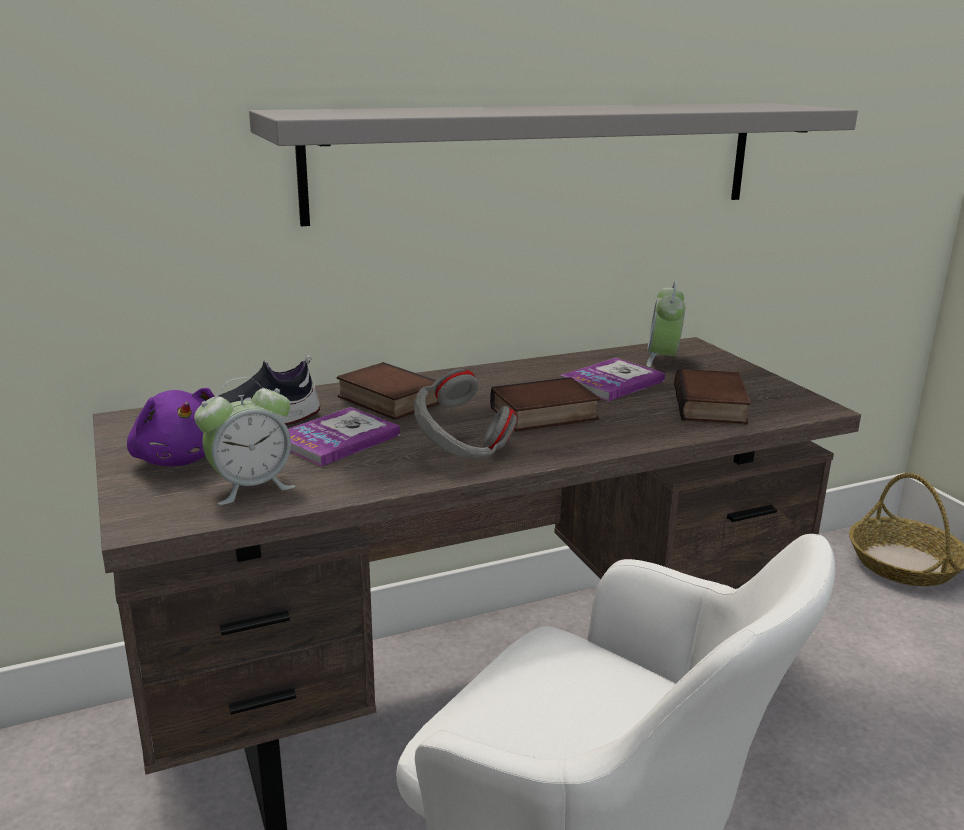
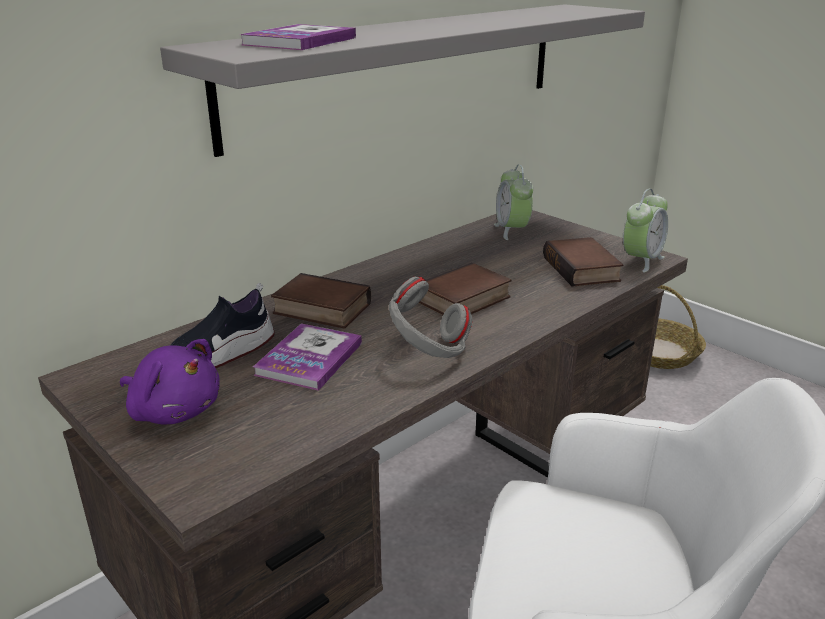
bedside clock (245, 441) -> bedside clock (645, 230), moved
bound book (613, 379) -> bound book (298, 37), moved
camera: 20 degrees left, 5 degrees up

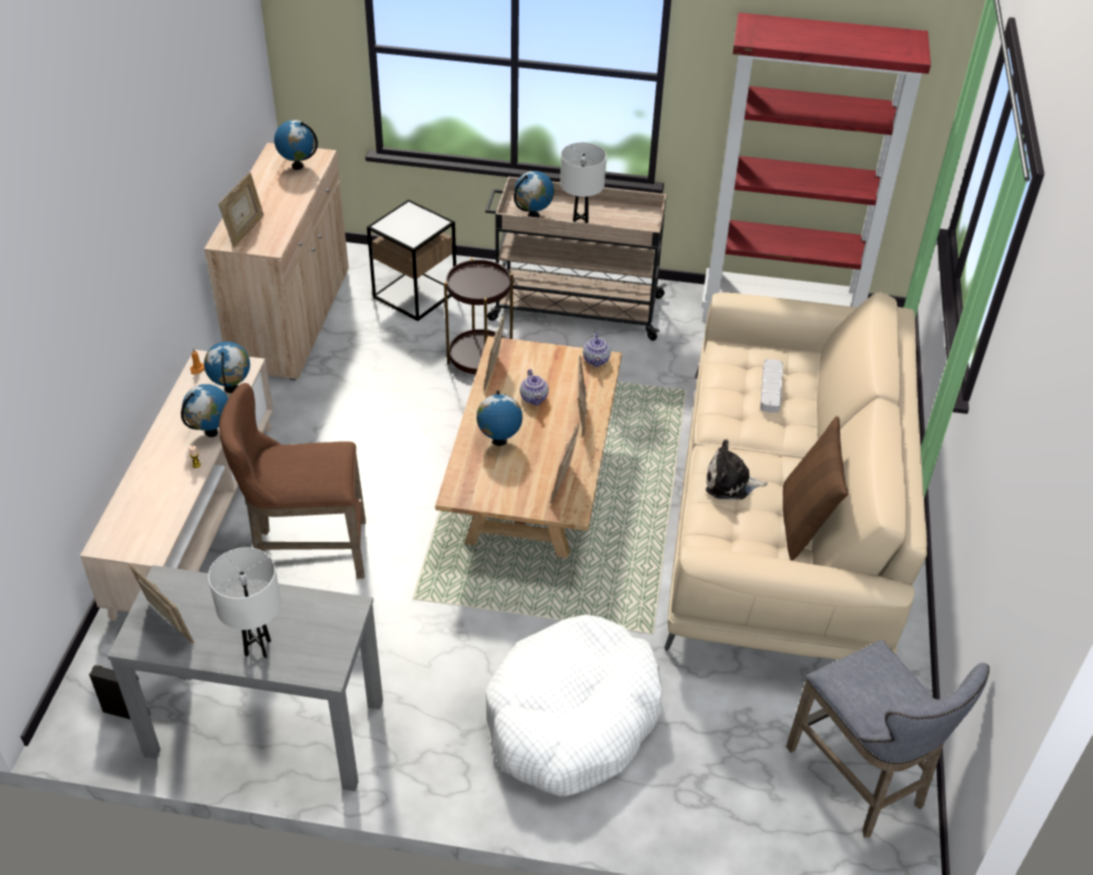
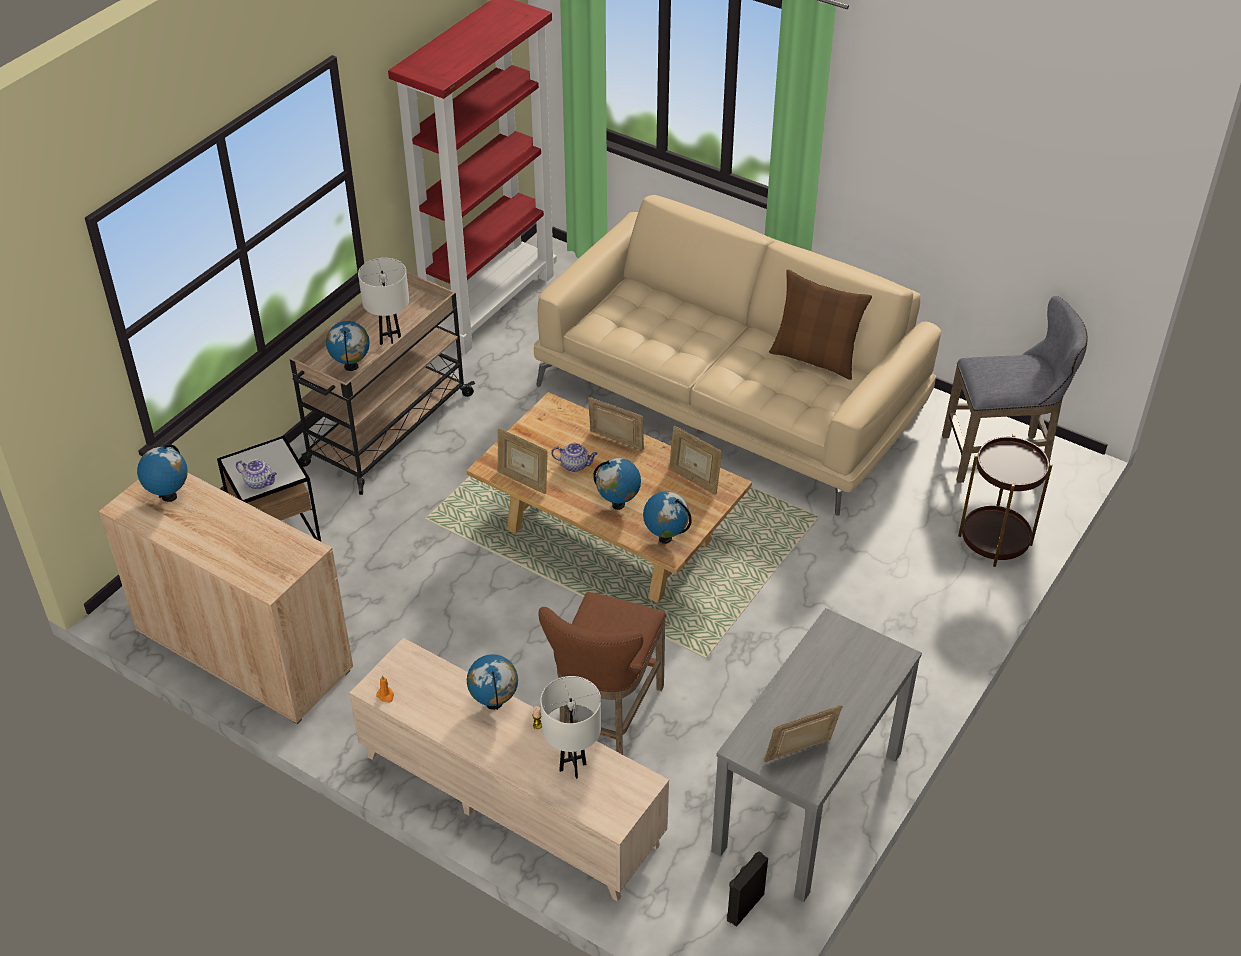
globe (227, 367) -> globe (667, 517), moved
lamp for a table in white-coloured (244, 603) -> lamp for a table in white-coloured (570, 727), moved
photo frame (241, 209) -> none
end table in brownish (478, 316) -> end table in brownish (1005, 500), moved
dog bed in white-coloured (574, 705) -> none
teapot (597, 349) -> teapot (256, 474), moved
plush toy (737, 470) -> none
carrying tray in grey (771, 386) -> none
camera: 65 degrees left, 0 degrees up

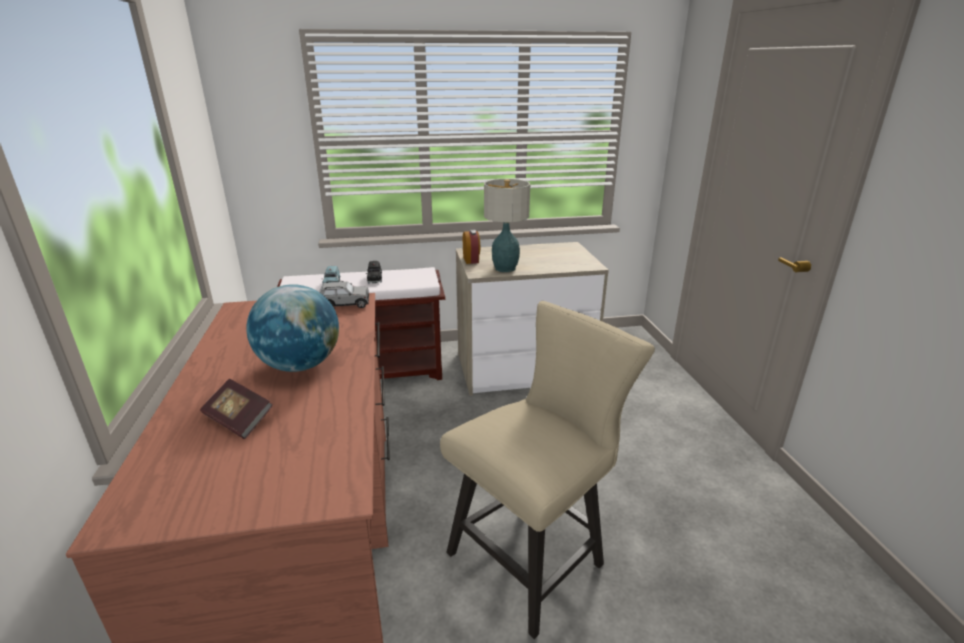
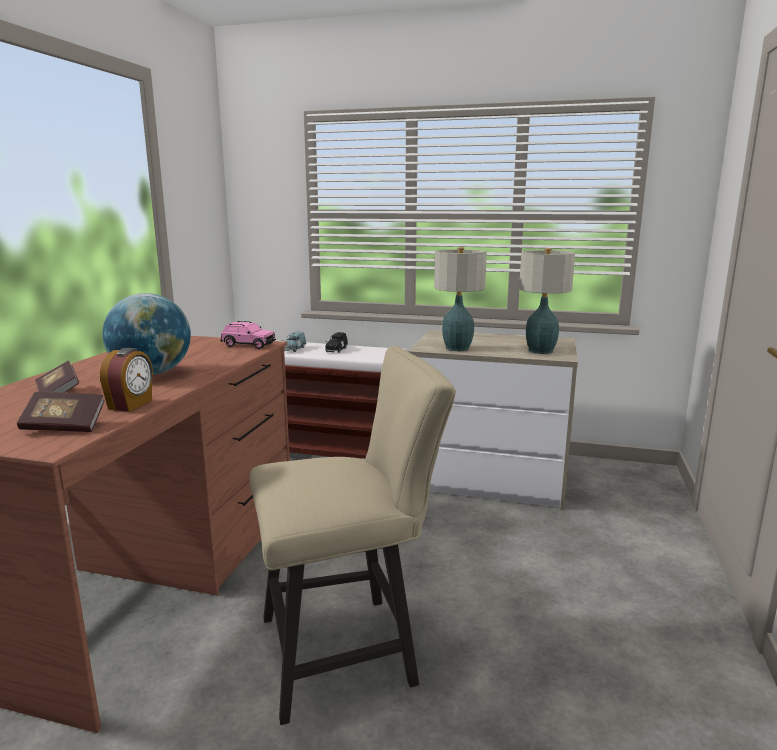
toy car in grey (344, 294) -> toy car in pink-coloured (248, 335)
bedside clock (471, 247) -> bedside clock (126, 380), moved
none -> bound book (61, 412)
none -> lamp for a table (547, 301)
camera: 25 degrees right, 10 degrees down

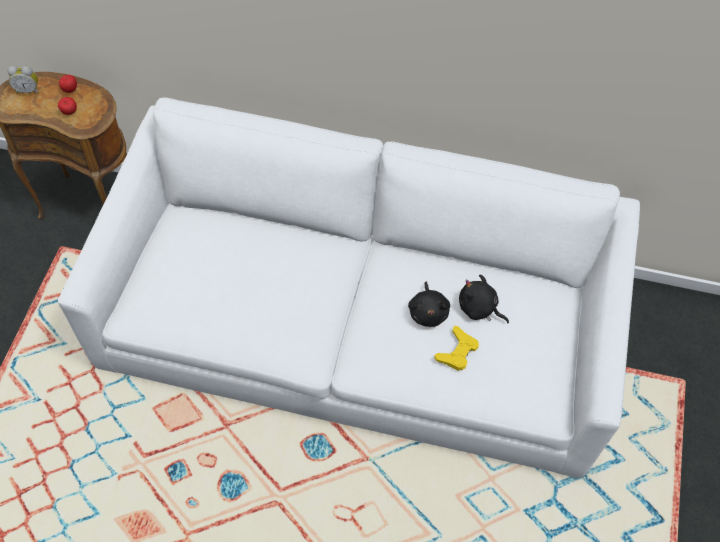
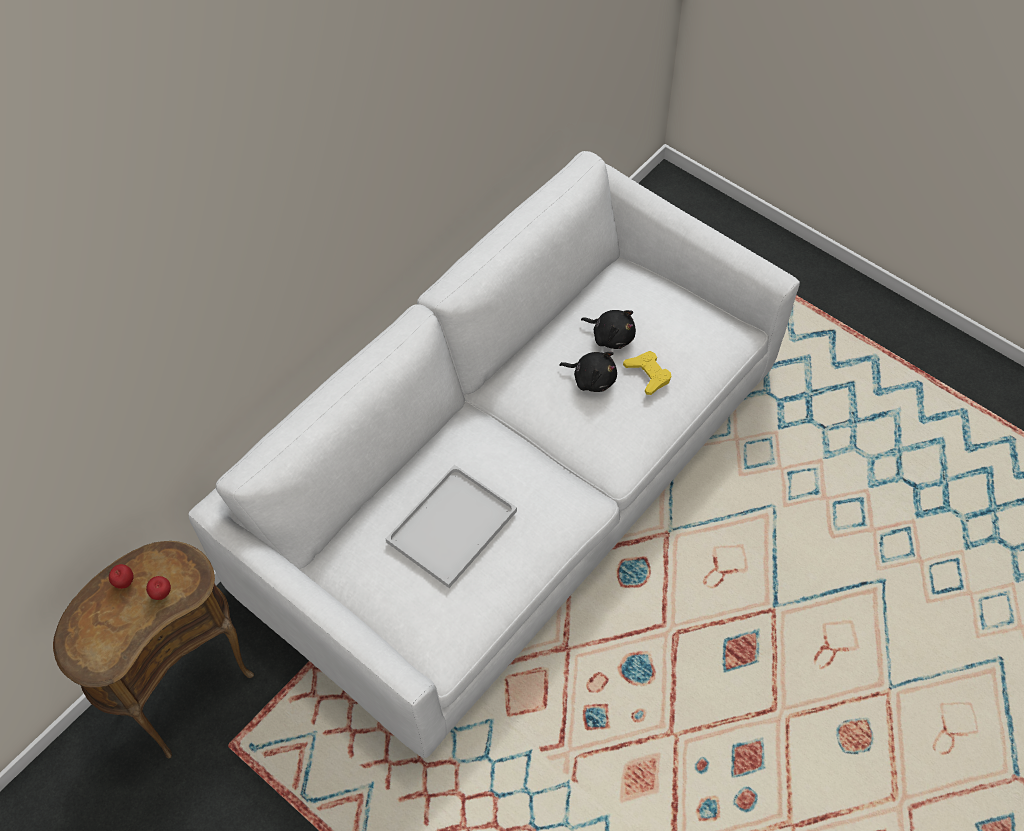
bedside clock (23, 80) -> none
plush toy in black-coloured (484, 298) -> plush toy in black-coloured (608, 329), 120 degrees counterclockwise
none -> carrying tray in white-coloured (451, 526)
camera: 60 degrees left, 0 degrees up

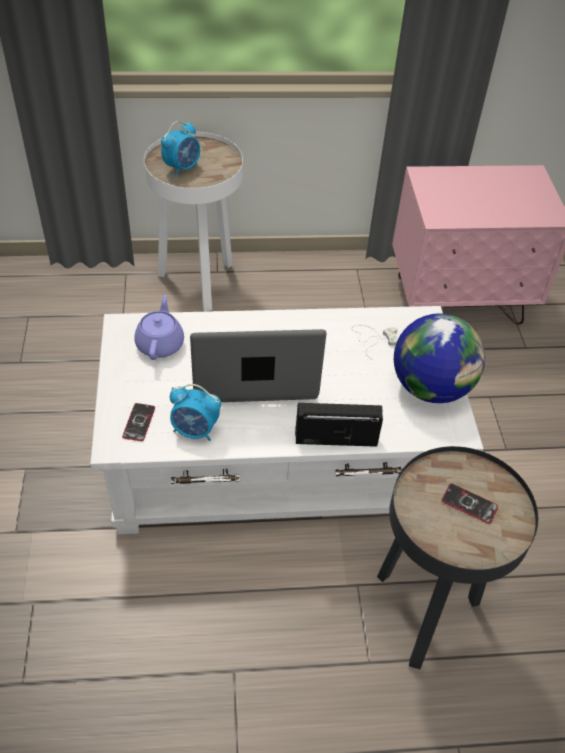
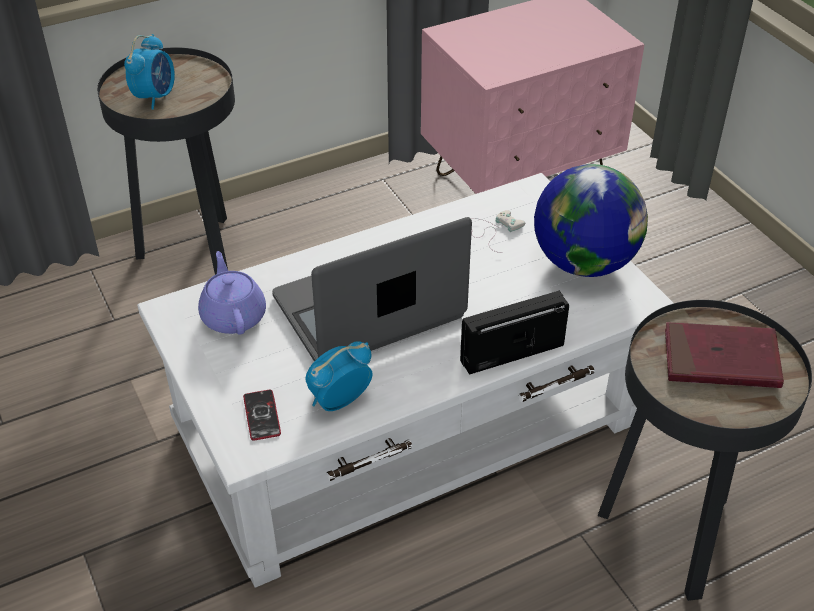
end table in white-coloured (193, 221) -> end table in black-coloured (166, 161)
bedside clock (195, 412) -> bedside clock (338, 376), 150 degrees clockwise
handset (469, 503) -> bound book in red-coloured (724, 355)
camera: 20 degrees left, 5 degrees down

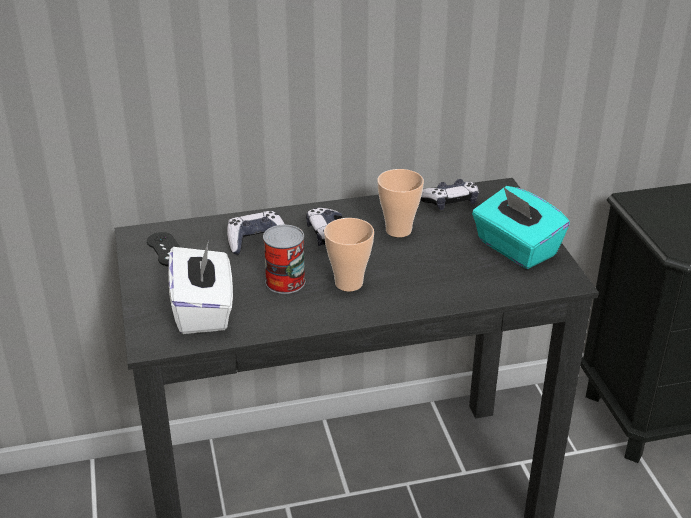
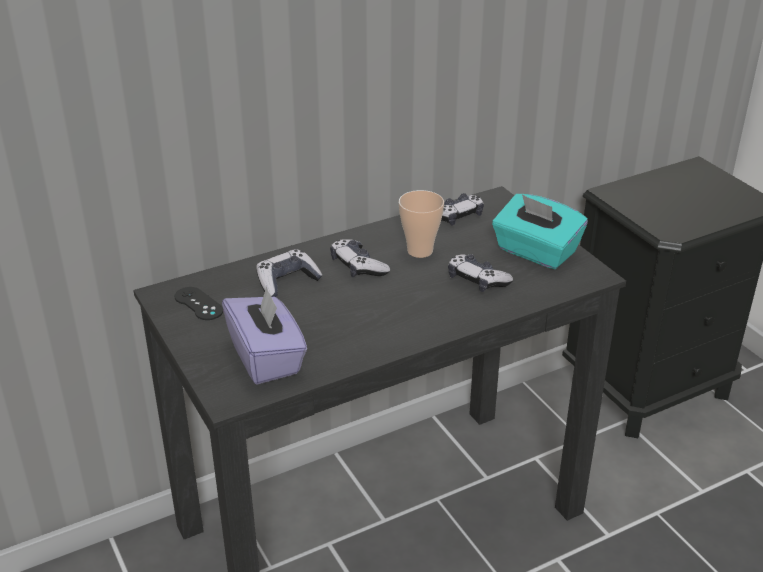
box of tissues in white-coloured (200, 287) -> box of tissues in purple-coloured (264, 335)
metal can (284, 259) -> none
small cup (349, 254) -> none
none -> game controller (480, 273)
camera: 15 degrees left, 0 degrees up

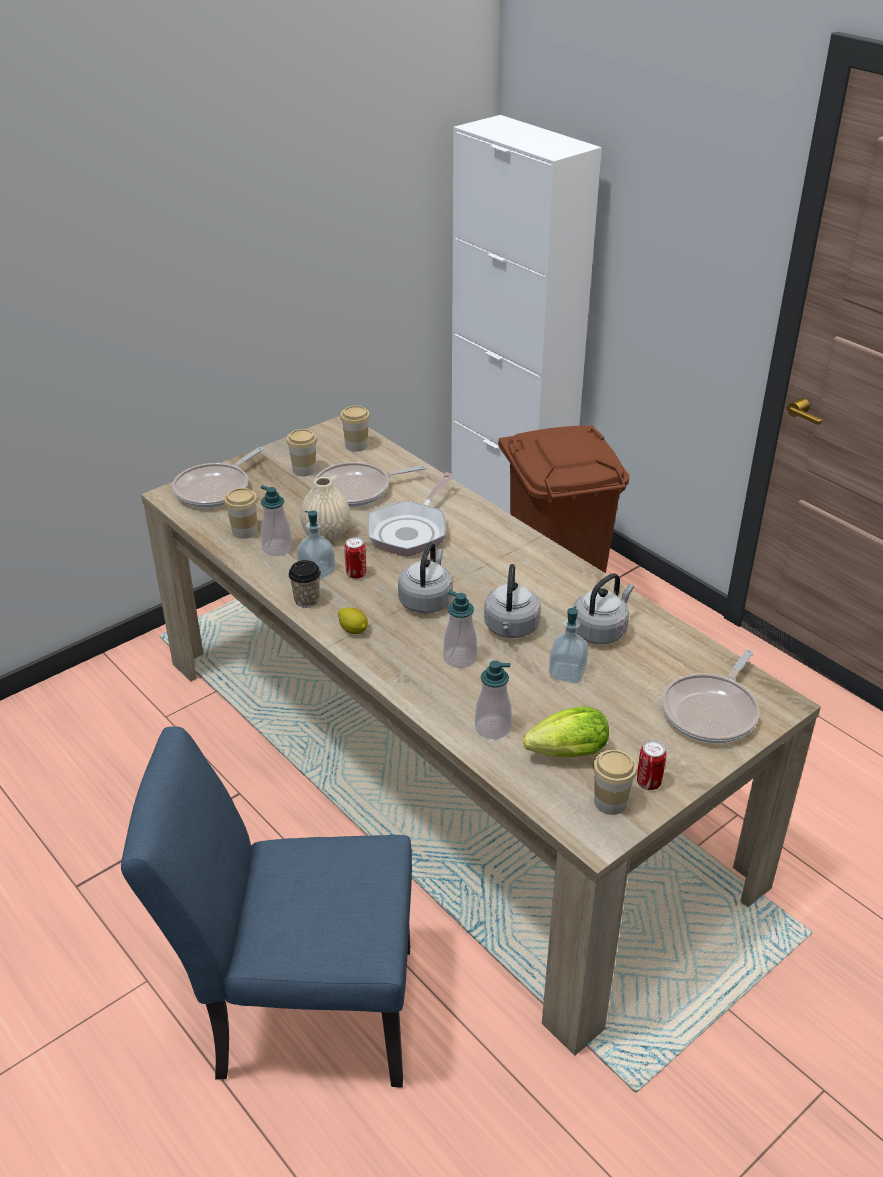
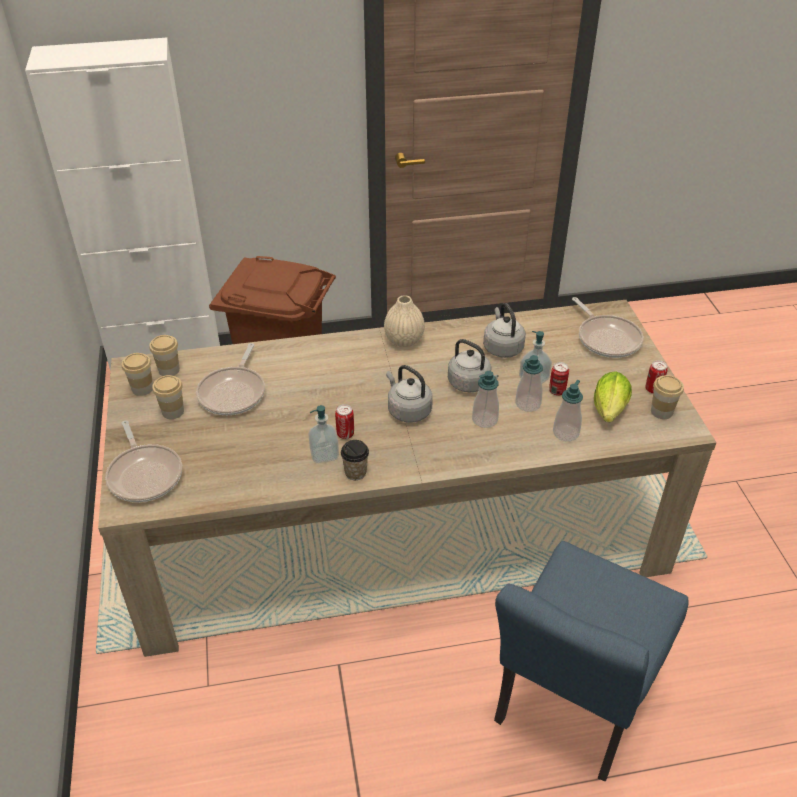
small cup (241, 513) -> small cup (137, 374), moved
liquid soap bottle (276, 520) -> liquid soap bottle (529, 383), moved
flower vase in beige (325, 509) -> flower vase in beige (404, 321), moved
citrus fruit (353, 620) -> none
pan (411, 514) -> none
none -> metal can (559, 379)
camera: 60 degrees left, 5 degrees up

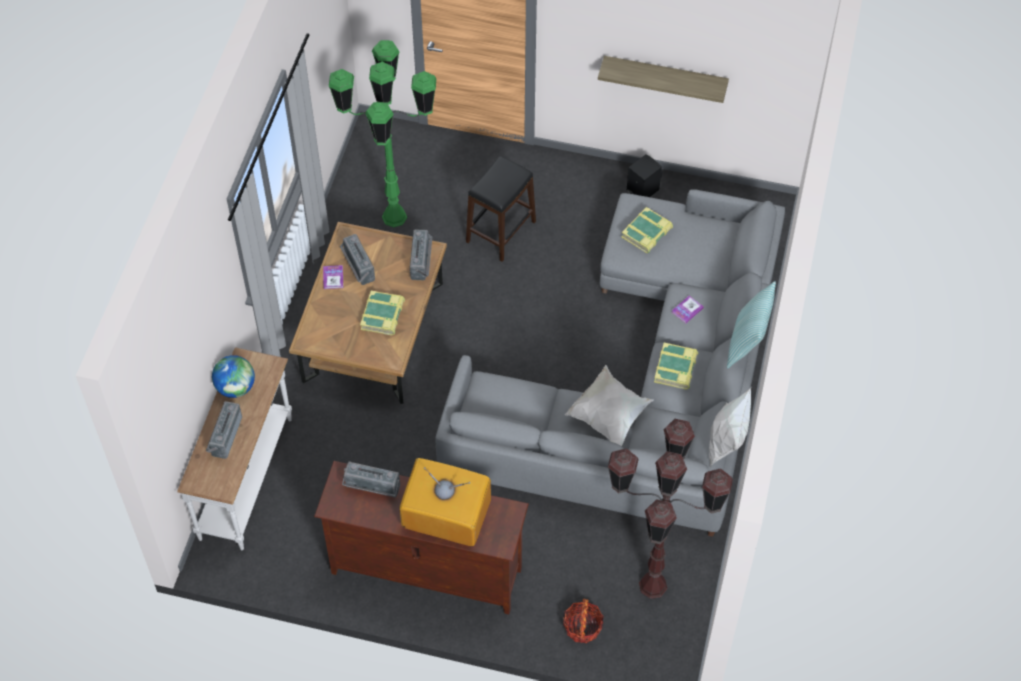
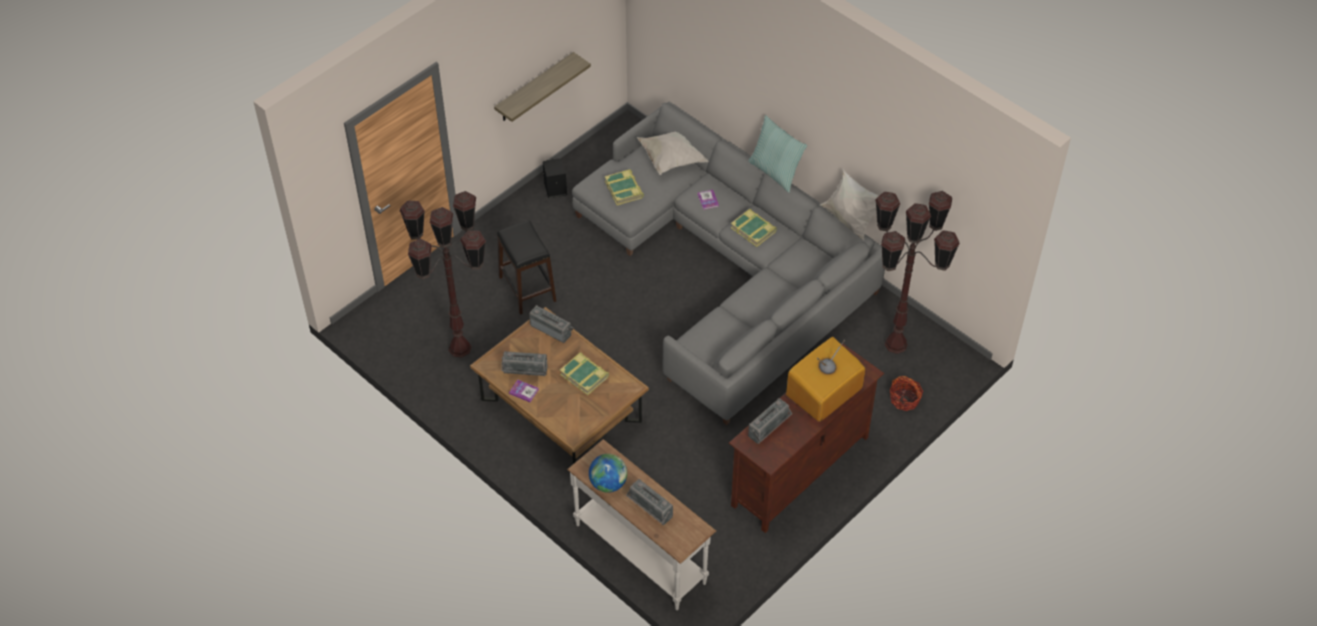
floor lamp in greenish (382, 133) -> floor lamp in brownish (443, 274)
throw pillow in white-coloured (609, 405) -> throw pillow in white-coloured (672, 153), moved
camera: 60 degrees left, 5 degrees down

